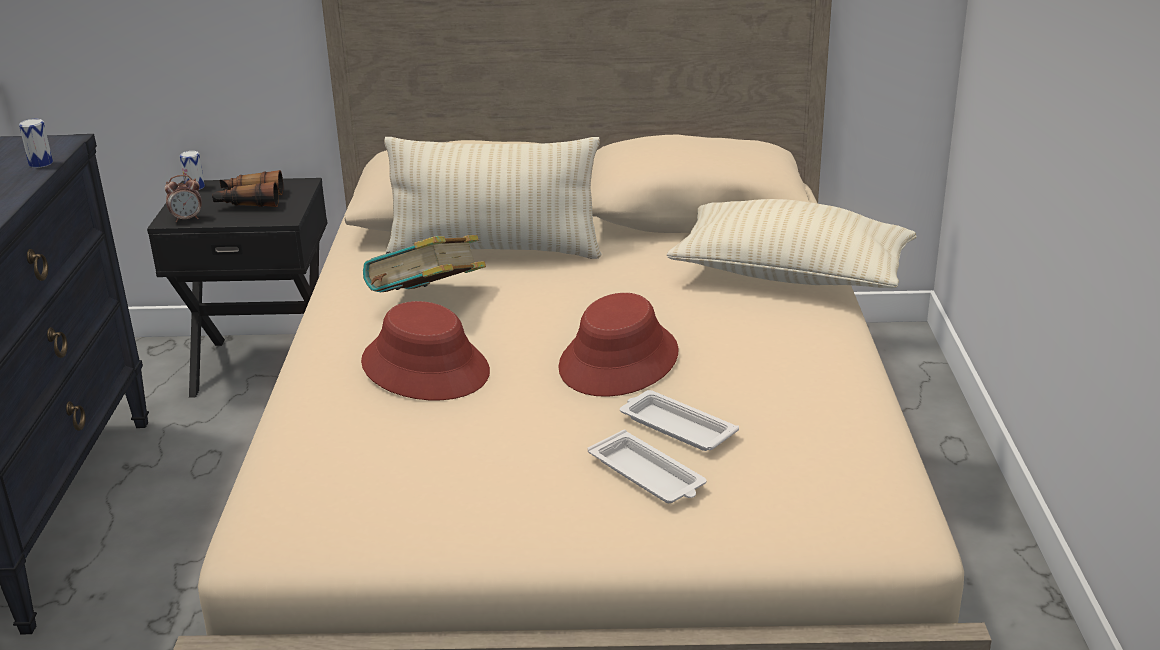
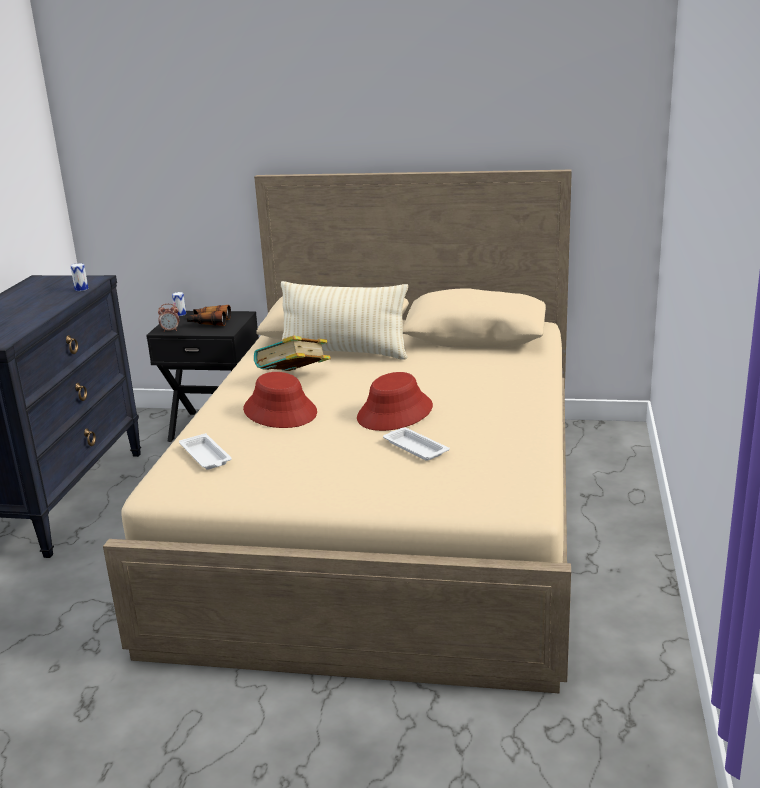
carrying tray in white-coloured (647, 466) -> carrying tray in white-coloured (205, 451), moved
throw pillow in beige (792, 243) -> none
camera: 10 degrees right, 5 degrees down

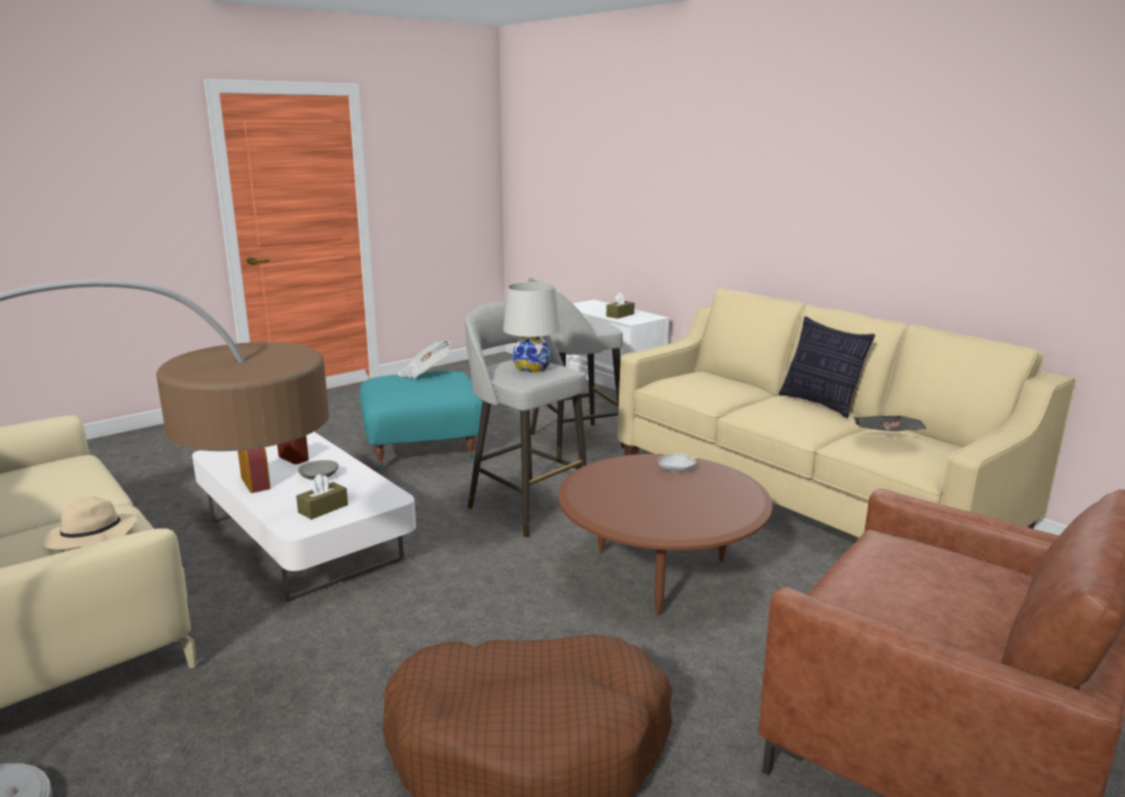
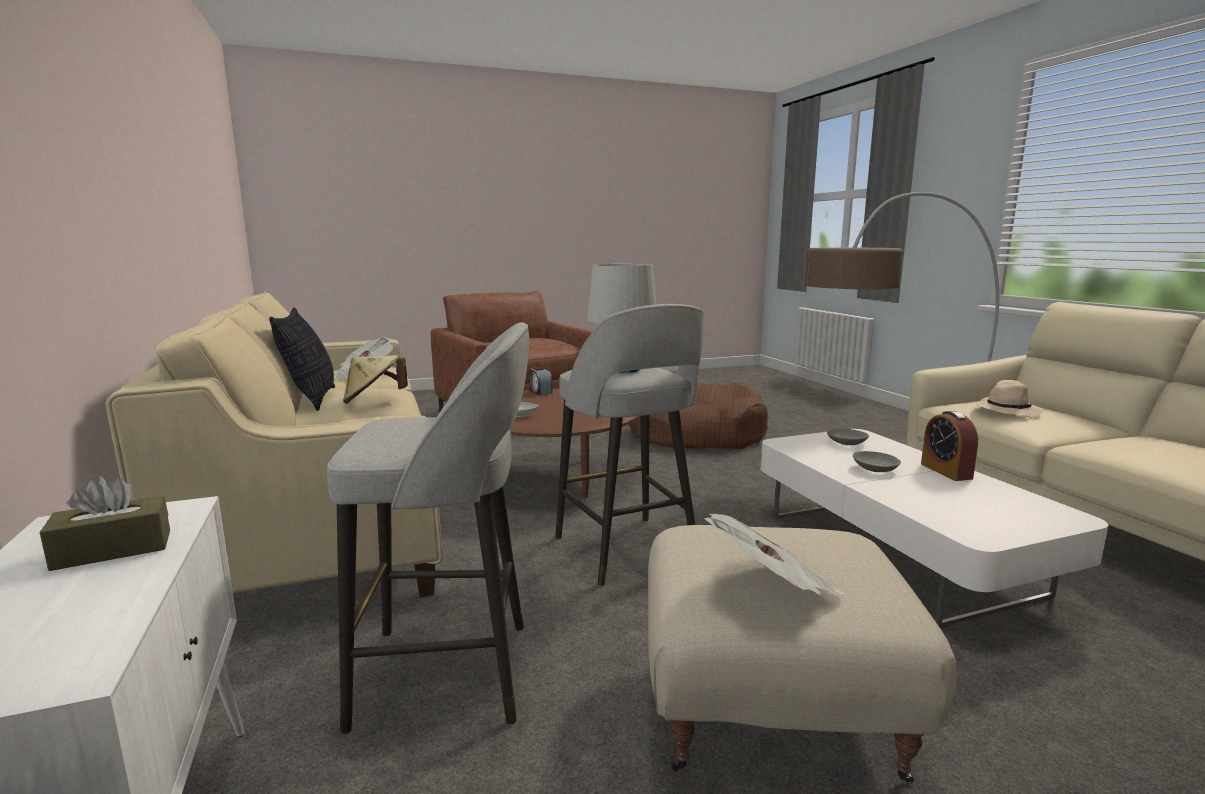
bedside clock (293, 450) -> bedside clock (540, 381), moved
box of tissues in brownish (322, 497) -> serving bowl in grey (848, 436)
footrest in turquoise-coloured (421, 420) -> footrest in beige (802, 654)
none -> wearable hat in beige (375, 379)
camera: 160 degrees left, 5 degrees down

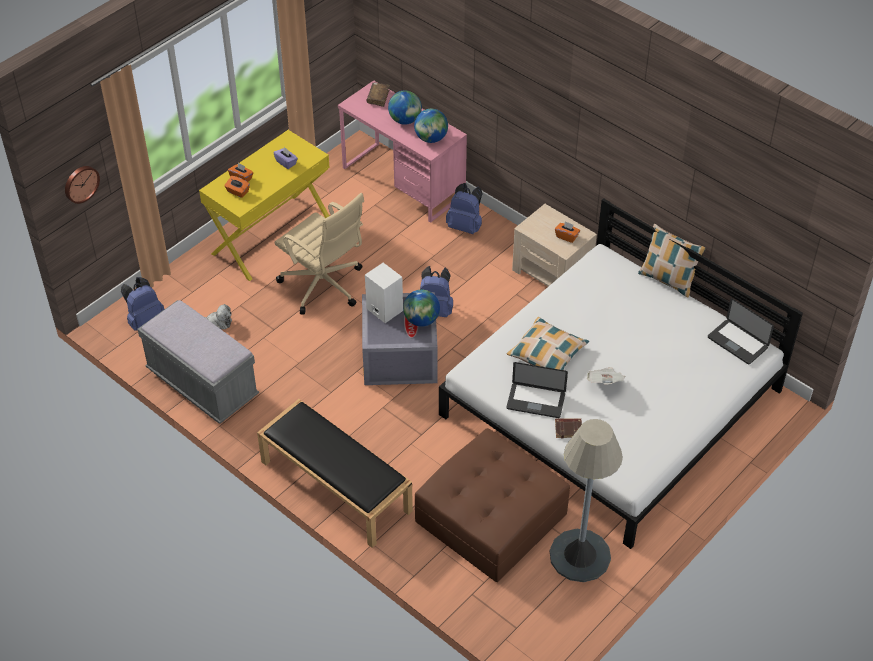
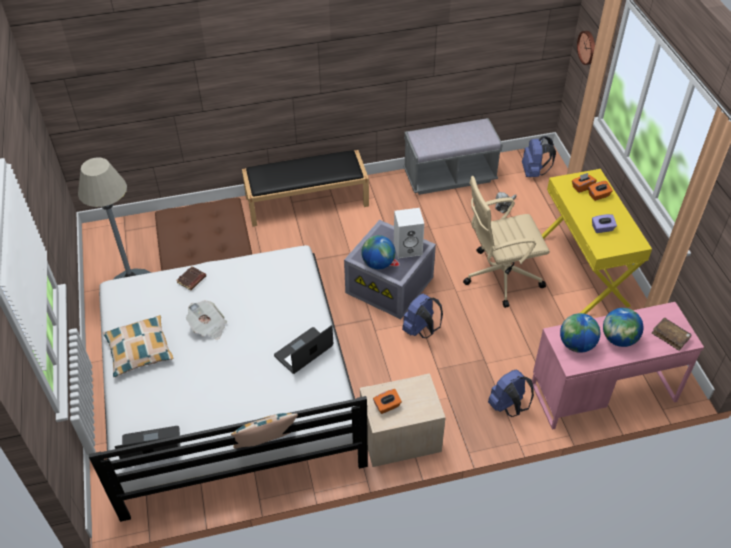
portable computer (537, 390) -> portable computer (303, 349), moved
throw pillow (548, 343) -> throw pillow (138, 346), moved
camera: 125 degrees right, 0 degrees up

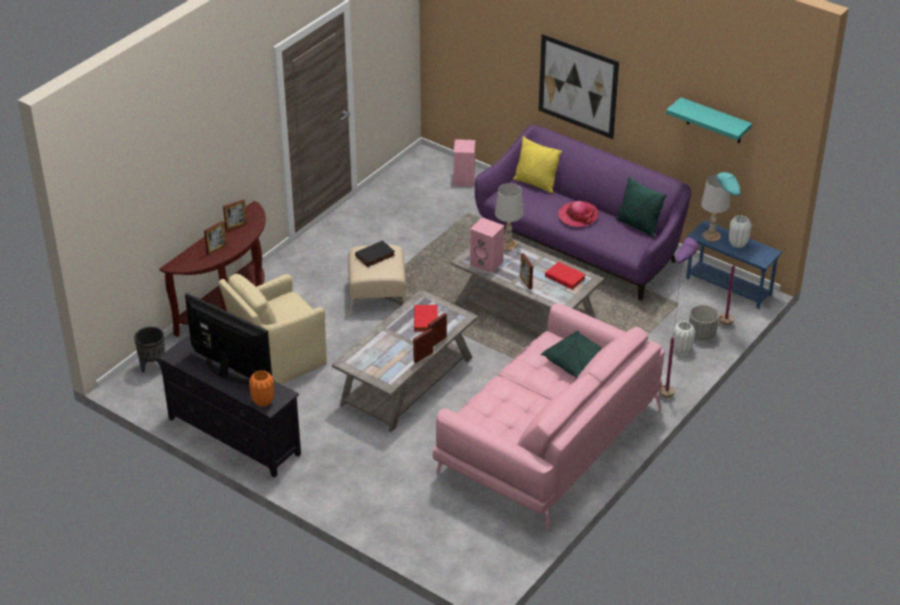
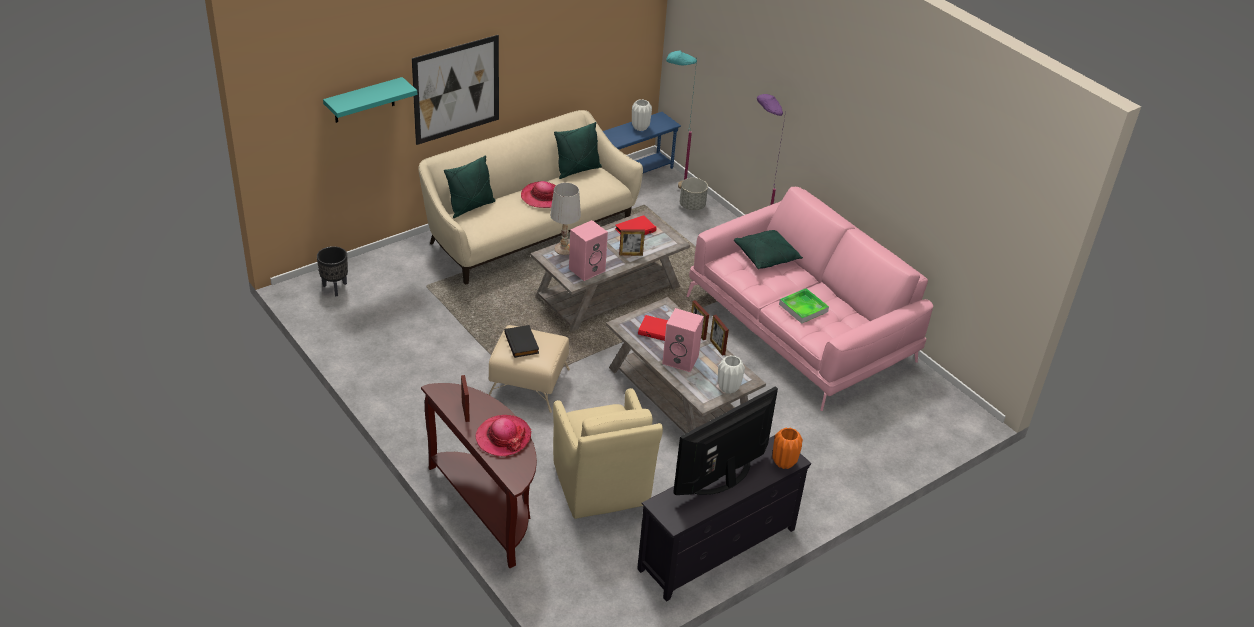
planter in black-coloured (149, 349) -> planter in black-coloured (332, 271), moved
photo frame (215, 238) -> wearable hat (503, 436)
audio speaker in pink-coloured (464, 163) -> audio speaker in pink-coloured (683, 340), moved
sofa in purple-coloured (583, 212) -> sofa in beige (530, 197)
throw pillow in yellow-coloured (537, 164) -> throw pillow in greenish (470, 186)
shelf in turquoise-coloured (709, 120) -> shelf in turquoise-coloured (370, 100), moved
flower vase in white-coloured (684, 337) -> flower vase in white-coloured (731, 374), moved
lamp for a table in white-coloured (715, 208) -> none
none -> carrying tray (804, 306)
camera: 75 degrees left, 0 degrees up

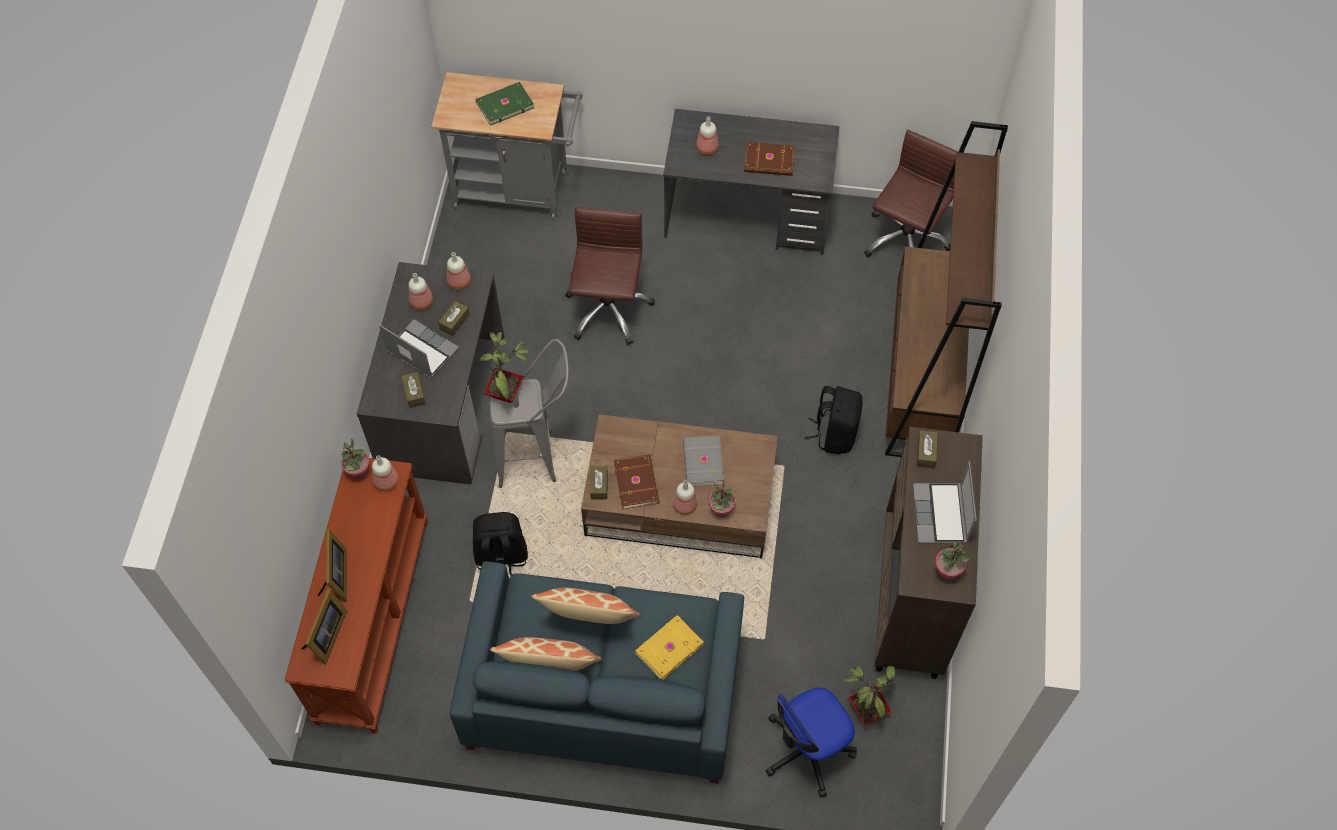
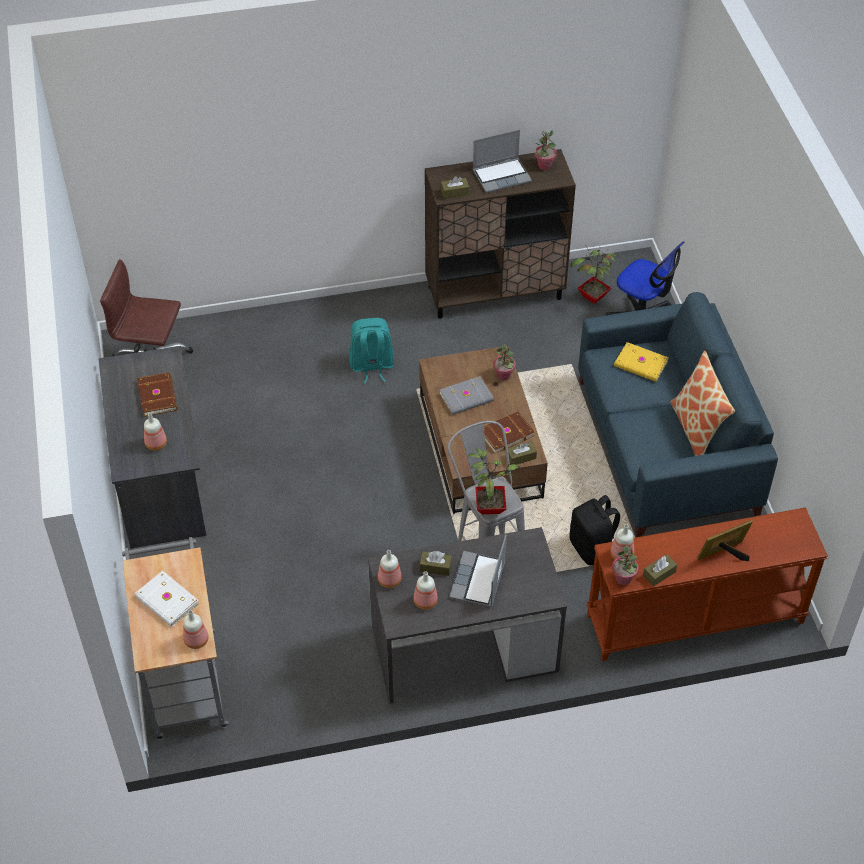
photo frame (324, 627) -> none
box of tissues in brownish (414, 390) -> box of tissues in brownish (660, 570), moved
bound book in greenish (505, 104) -> bound book in white-coloured (167, 599)
throw pillow (586, 606) -> none
office chair in brownish (610, 276) -> none
drink bottle (685, 498) -> drink bottle (196, 629), moved
knapsack in black-coloured (834, 420) -> knapsack in turquoise-coloured (371, 351)
bookcase in brownish (946, 289) -> none
camera: 110 degrees left, 10 degrees down

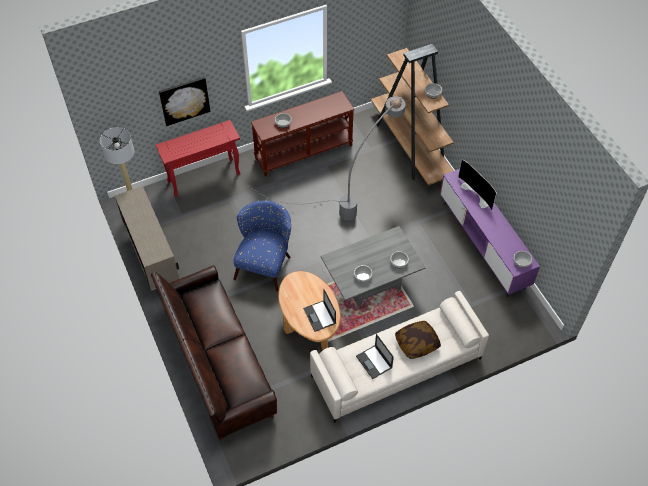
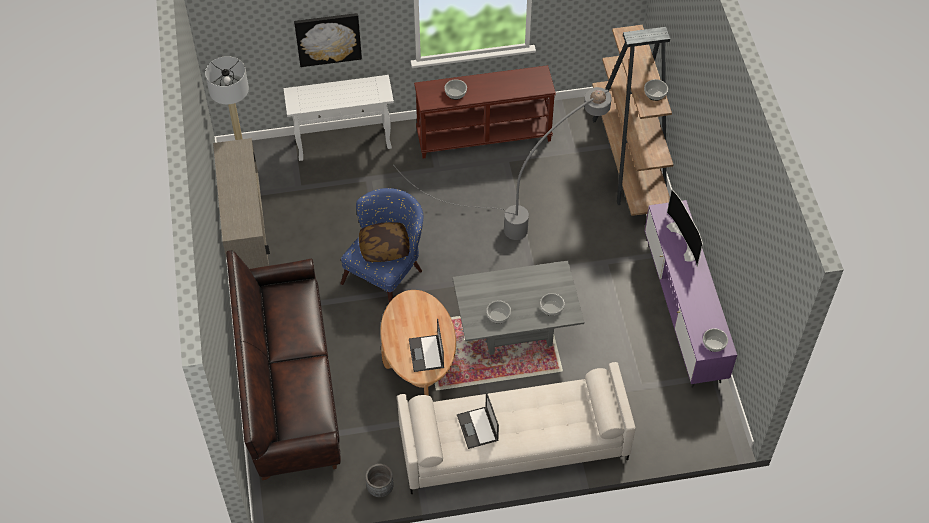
console table in red-coloured (197, 158) -> console table in white-coloured (339, 118)
throw pillow (418, 340) -> throw pillow (384, 242), moved
none -> planter in grey (379, 480)
camera: 15 degrees right, 0 degrees up

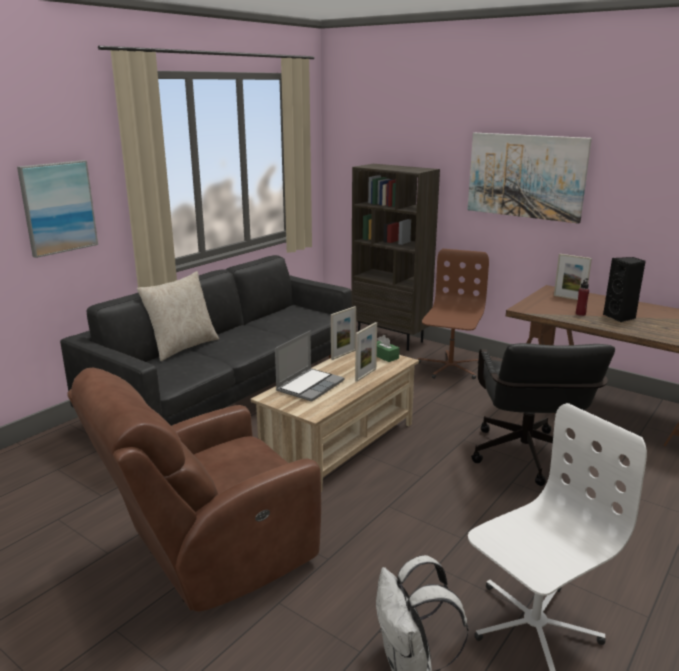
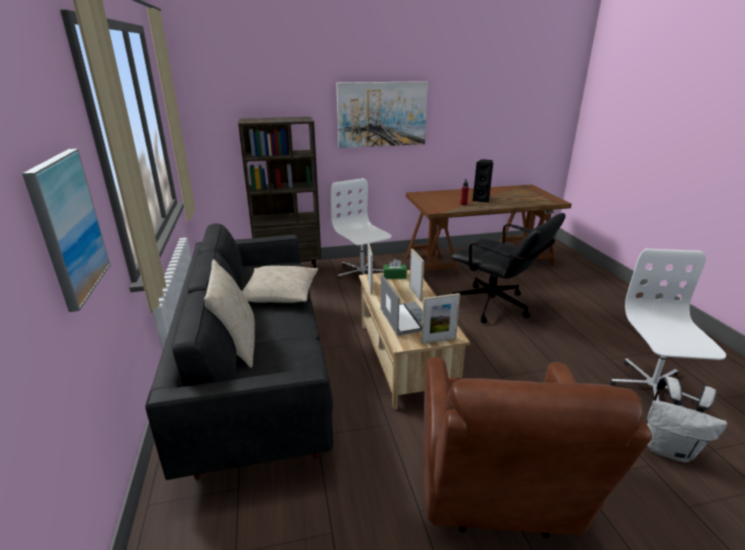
office chair in brownish (453, 314) -> office chair in white-coloured (361, 228)
photo frame (573, 277) -> photo frame (440, 318), moved
none -> throw pillow in beige (280, 284)
camera: 50 degrees left, 5 degrees up

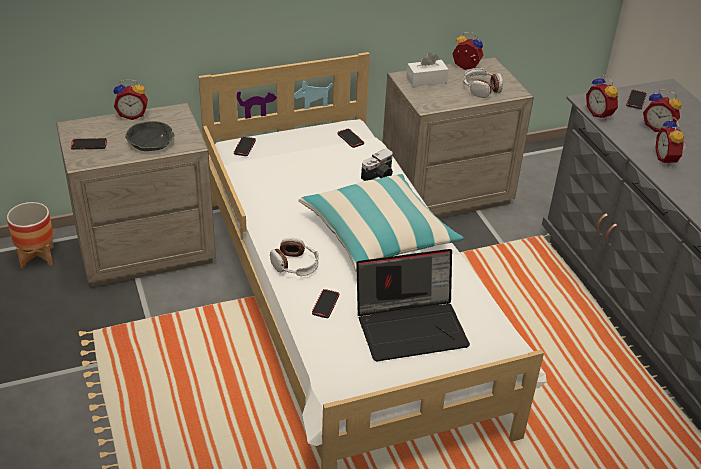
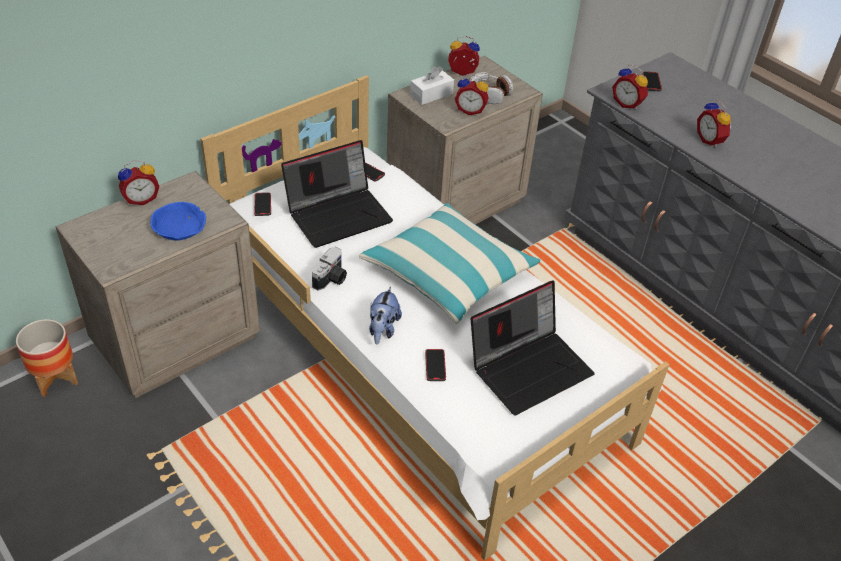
handset (89, 144) -> none
serving bowl in grey (150, 136) -> serving bowl in blue (178, 221)
headset (294, 257) -> plush toy (385, 315)
still camera (377, 165) -> still camera (329, 269), moved
bedside clock (662, 110) -> bedside clock (472, 94), moved
none -> portable computer (337, 194)
camera: 20 degrees left, 5 degrees up

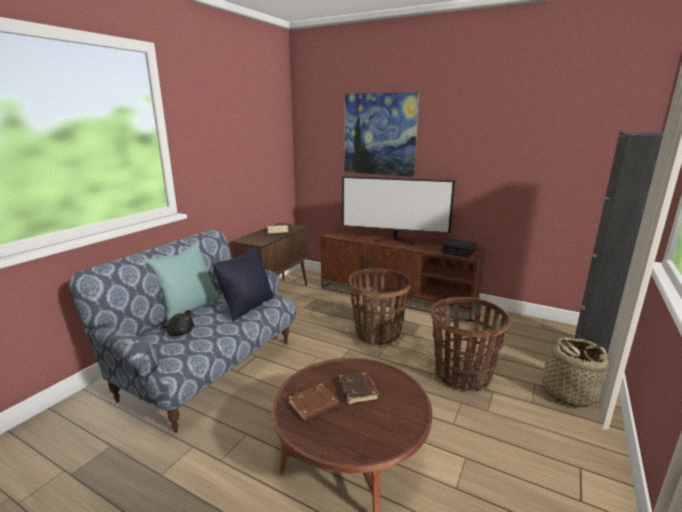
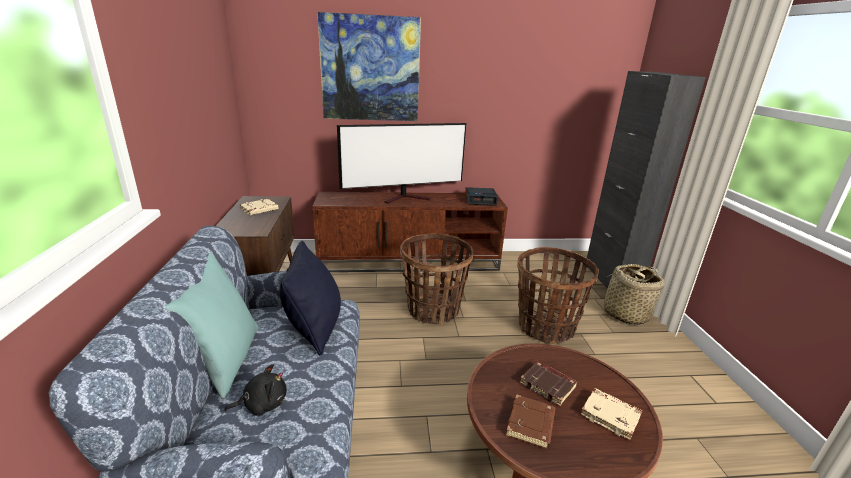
none -> bound book in beige (611, 414)
camera: 35 degrees left, 5 degrees up

